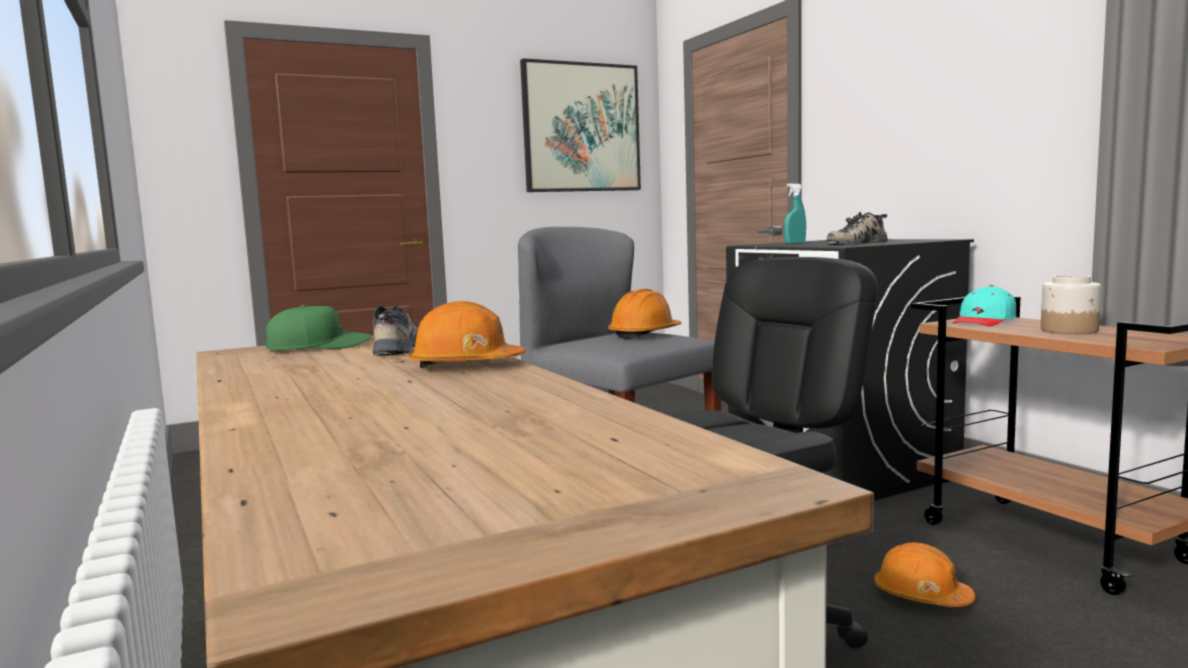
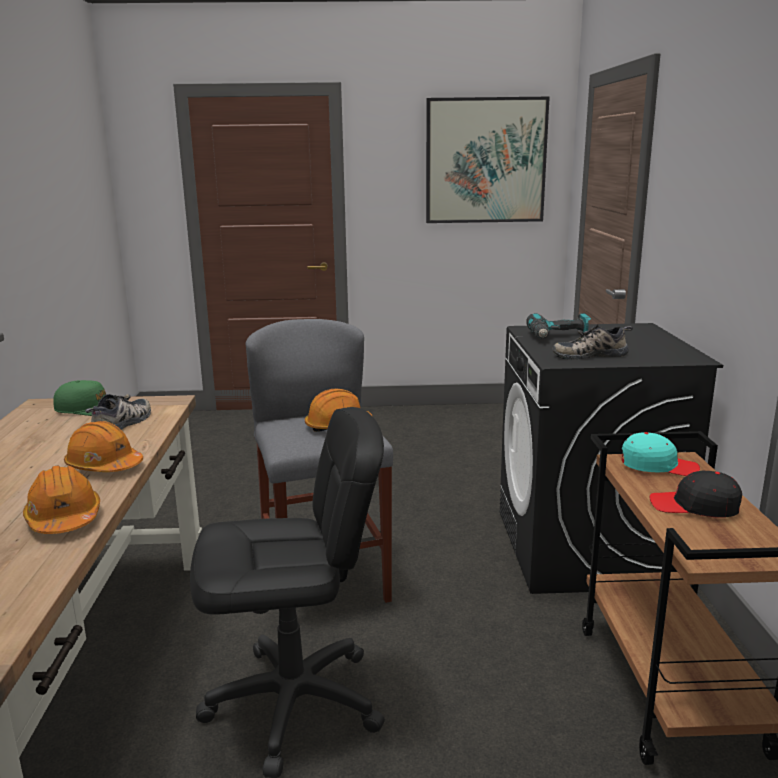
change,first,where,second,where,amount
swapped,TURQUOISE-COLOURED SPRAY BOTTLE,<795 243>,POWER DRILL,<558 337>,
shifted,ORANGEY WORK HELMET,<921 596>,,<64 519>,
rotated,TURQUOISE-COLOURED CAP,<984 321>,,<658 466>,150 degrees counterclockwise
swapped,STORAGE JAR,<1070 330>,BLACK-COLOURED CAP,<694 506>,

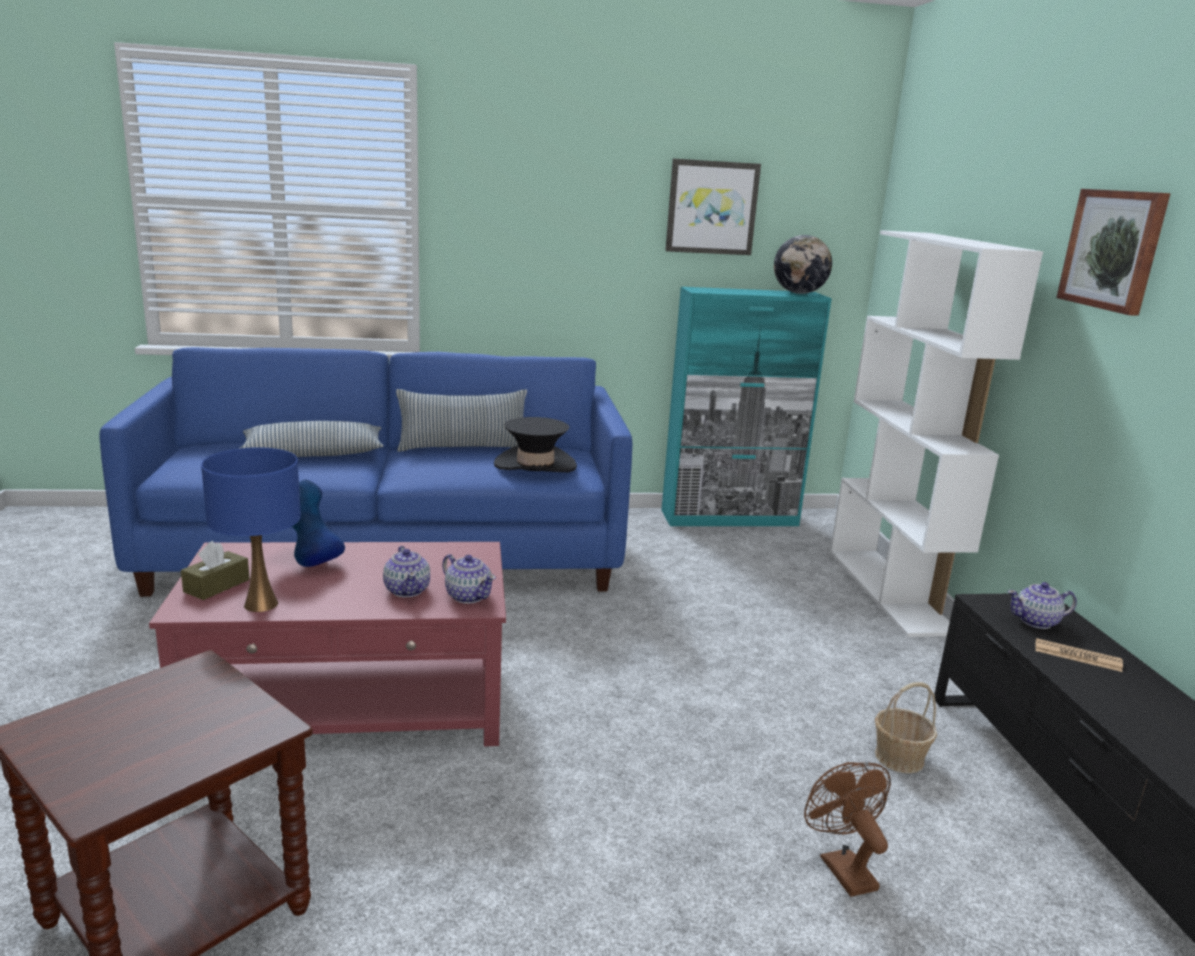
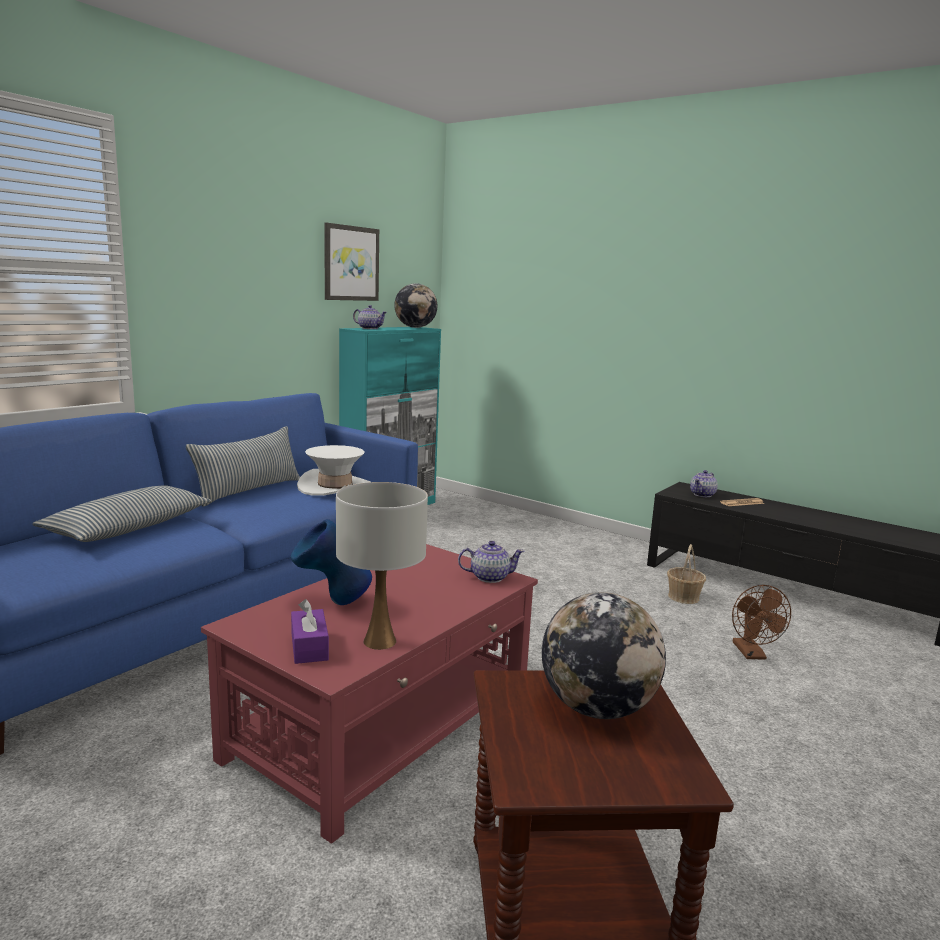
change,first,where,second,where,amount
repainted,BROWN-COLOURED TISSUE BOX,<217 586>,PURPLISH TISSUE BOX,<309 647>,
repainted,BLUE-COLOURED TABLETOP LAMP,<261 604>,WHITE-COLOURED TABLETOP LAMP,<380 641>,
shifted,TEAPOT,<407 590>,,<369 328>,
repainted,BLACK-COLOURED HAT,<535 465>,WHITE-COLOURED HAT,<335 487>,
rotated,BROWN-COLOURED ELECTRIC FAN,<842 867>,,<752 654>,120 degrees counterclockwise
gone,WHITE-COLOURED SHELVING UNIT,<890 590>,,,
gone,PICTURE,<1113 250>,,,
new,,,GLOBE,<597 708>,

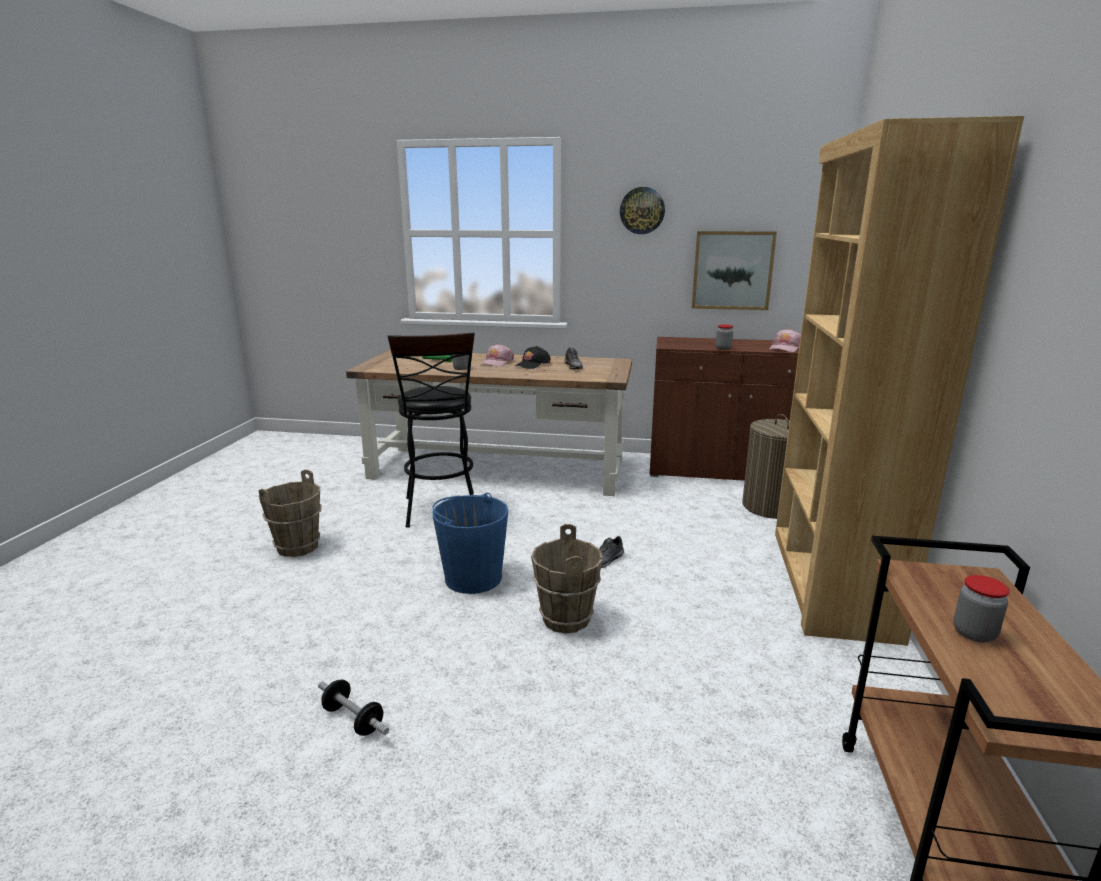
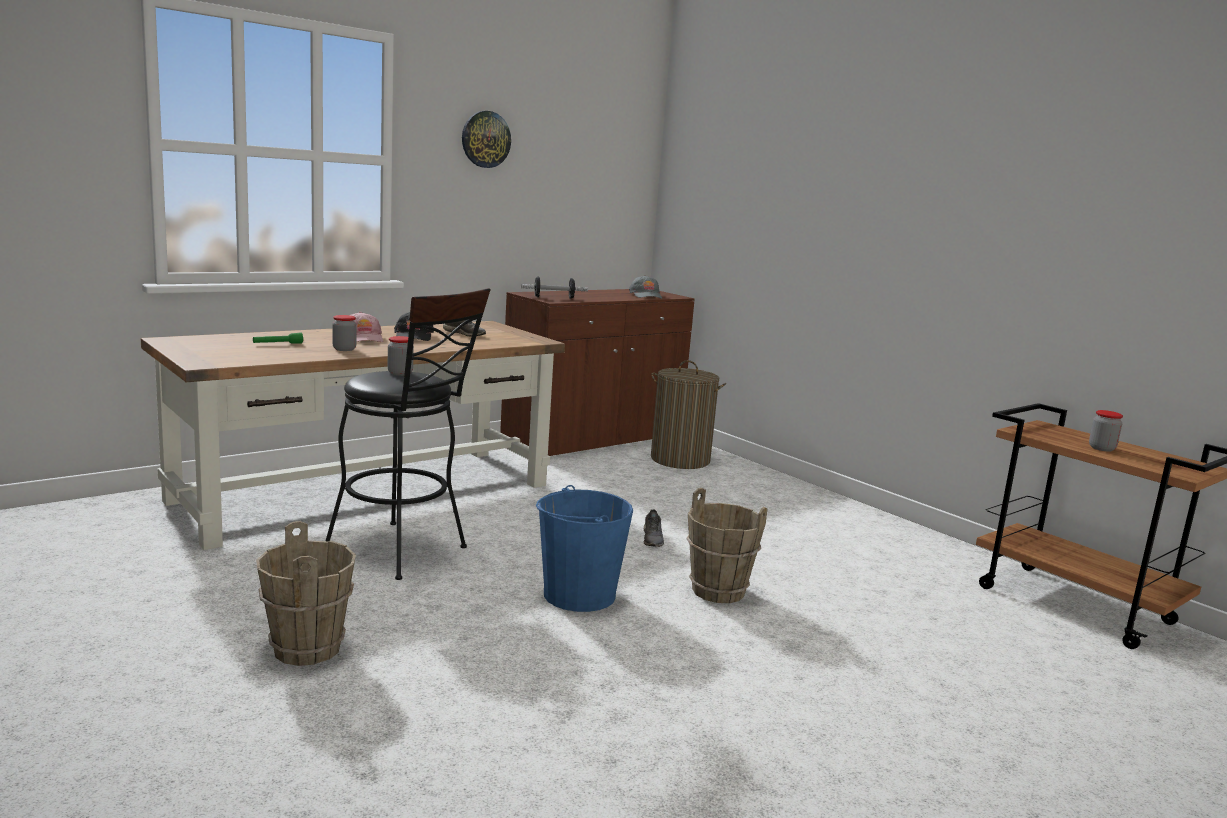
change,first,where,second,where,amount
shifted,HAND WEIGHT,<353 719>,,<554 298>,
gone,PICTURE,<732 270>,,,
shifted,STORAGE JAR,<723 348>,,<400 373>,
repainted,PINK-COLOURED CAP,<785 348>,GRAY CAP,<646 295>,
gone,BROWN-COLOURED SHELVING UNIT,<830 582>,,,

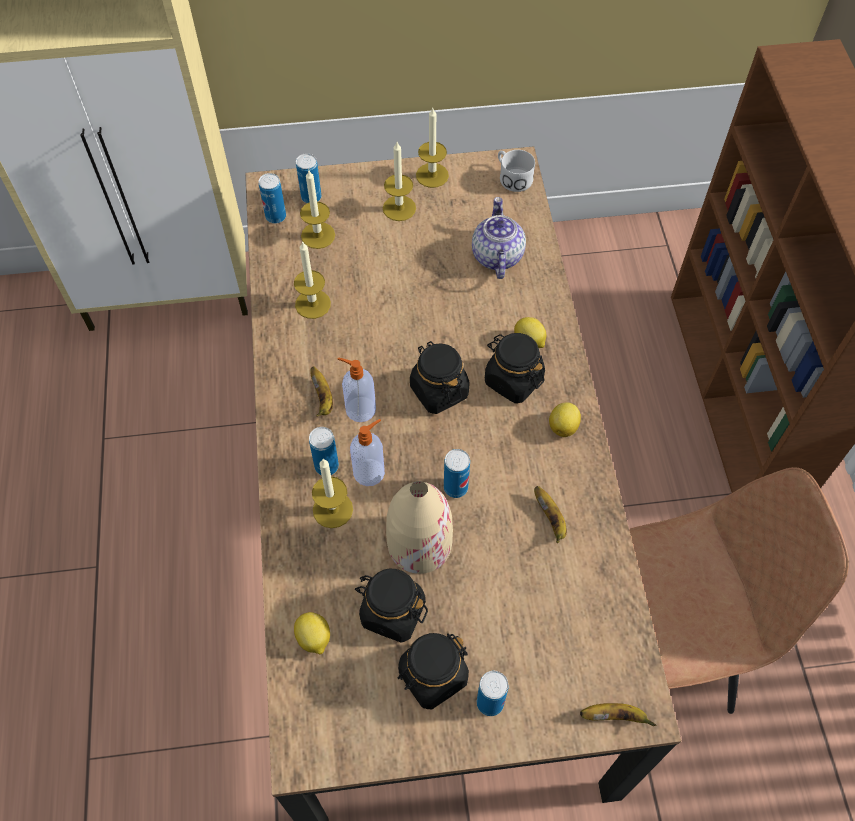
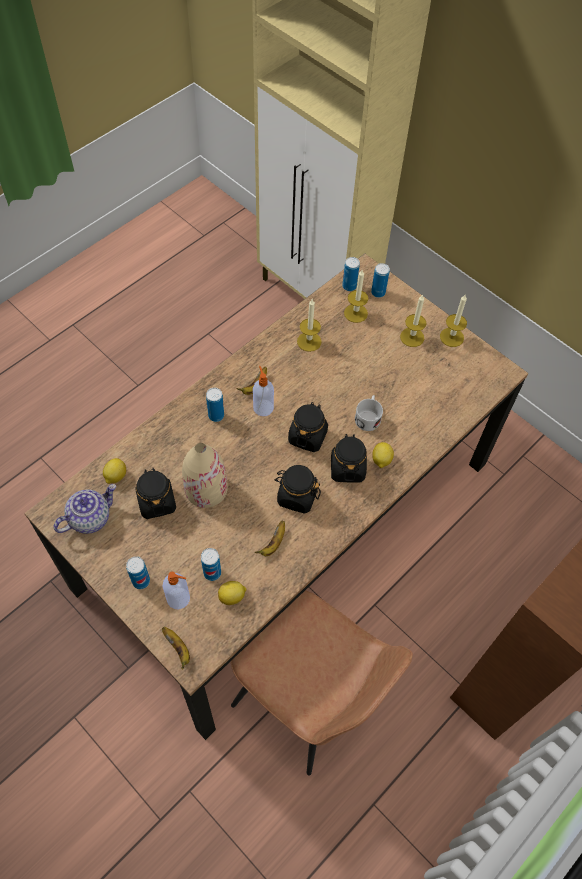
change,first,where,second,where,amount
gone,WAX LIGHT,<332 509>,,,
shifted,SOAP DISPENSER,<370 471>,,<179 598>,
shifted,BLACK-COLOURED STORAGE JAR,<432 676>,,<297 496>,
shifted,METAL CAN,<455 487>,,<212 573>,
shifted,TEAPOT,<496 256>,,<90 517>,
shifted,WHITE-COLOURED MUG,<512 177>,,<368 417>,
shifted,WHOLE LEMON,<563 426>,,<232 597>,

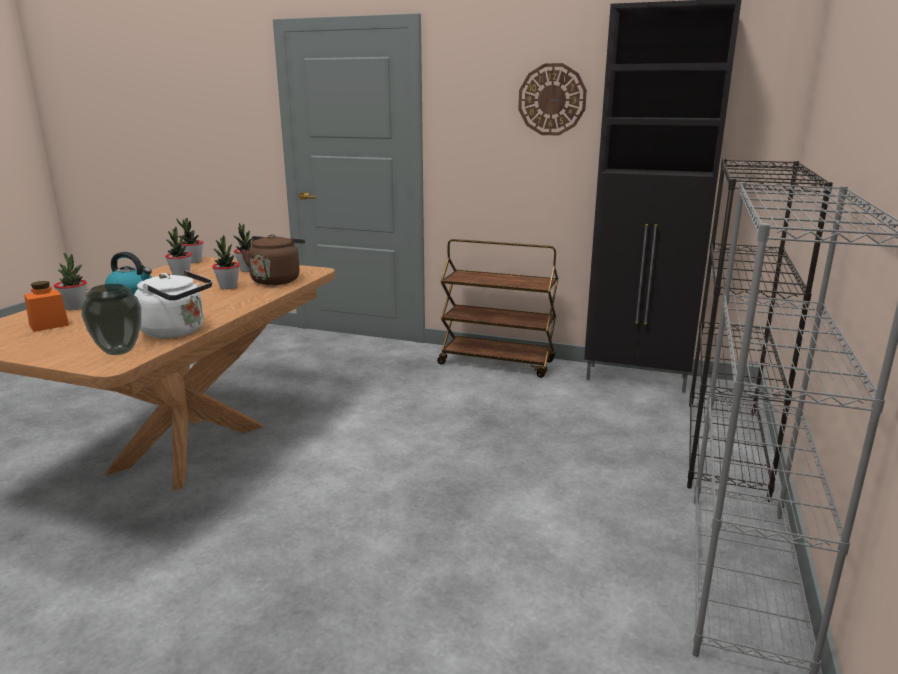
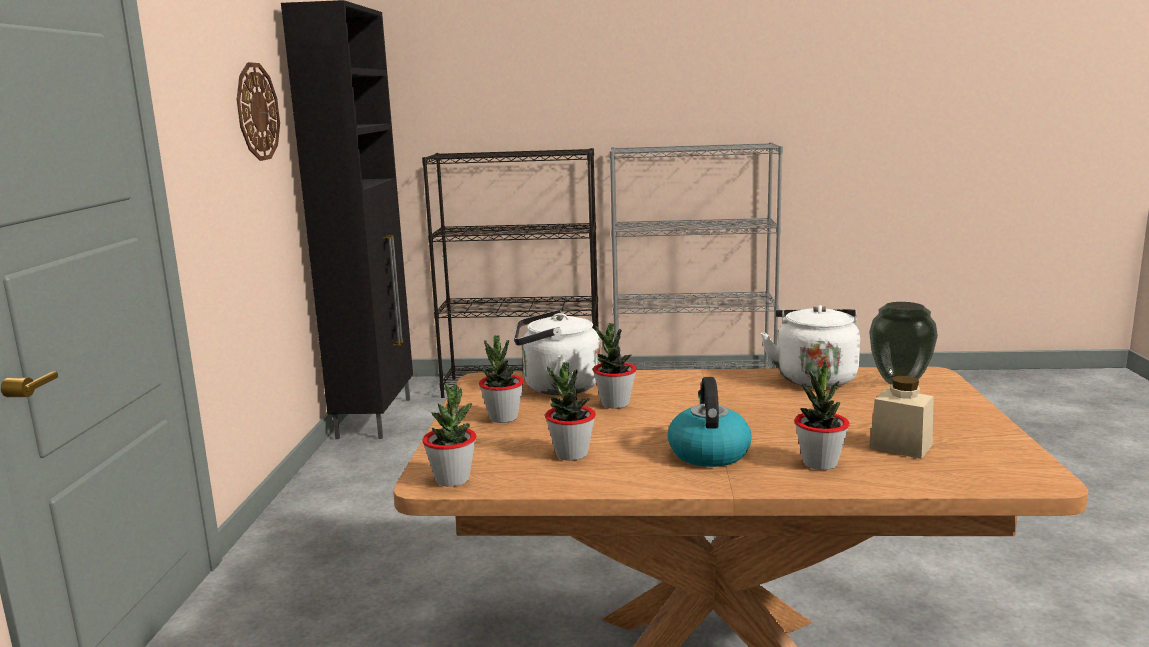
change,first,where,second,where,amount
repainted,ORANGEY STORAGE JAR,<49 325>,BEIGE-COLOURED STORAGE JAR,<900 446>,
repainted,BROWN-COLOURED TEA KETTLE,<276 280>,WHITE-COLOURED TEA KETTLE,<556 387>,
gone,BROWN-COLOURED TROLLEY,<497 363>,,,

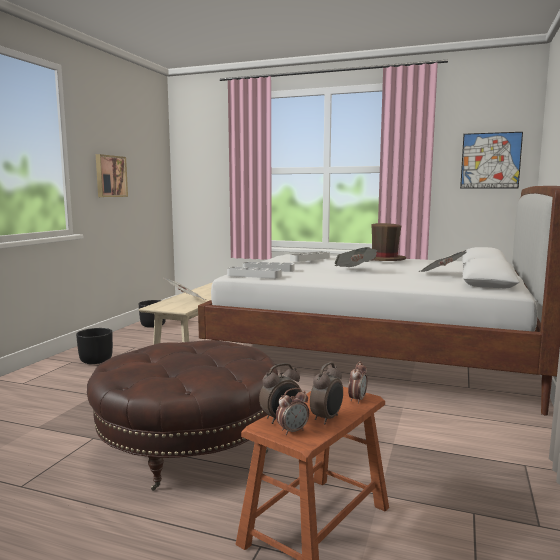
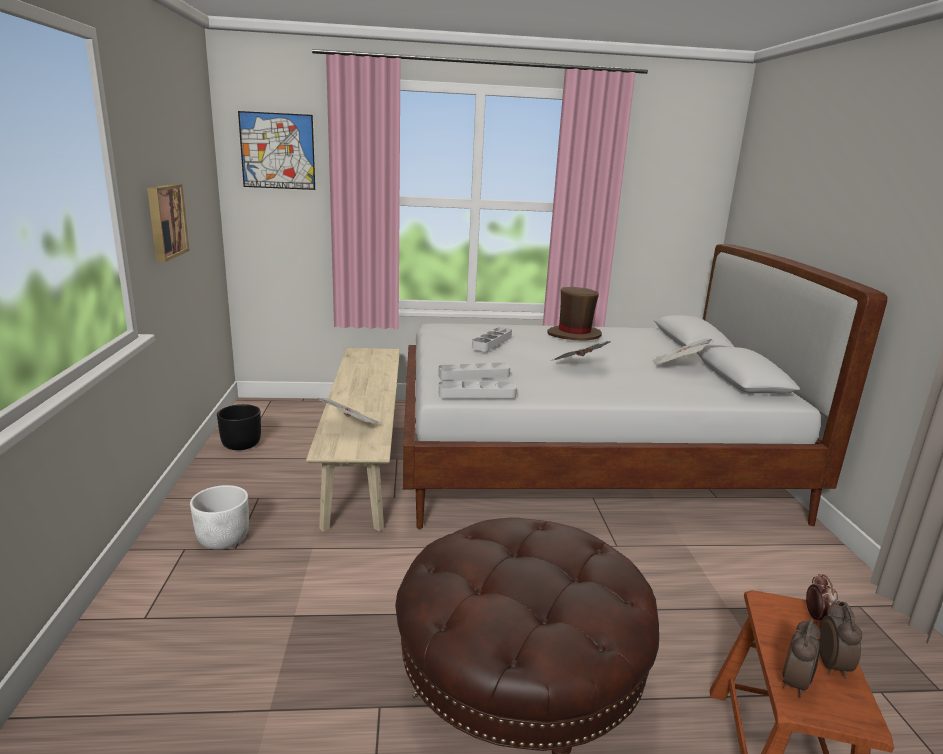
change,first,where,second,where,amount
repainted,BLACK-COLOURED PLANT POT,<96 360>,WHITE-COLOURED PLANT POT,<223 539>,
gone,TABLE CLOCK,<292 431>,,,
shifted,PICTURE,<490 160>,,<277 151>,

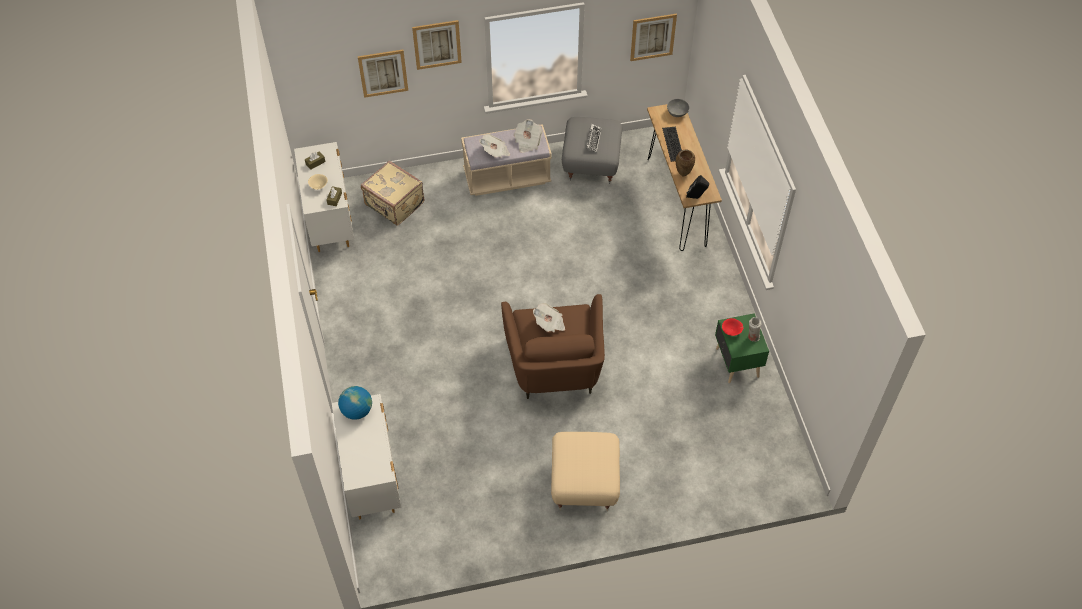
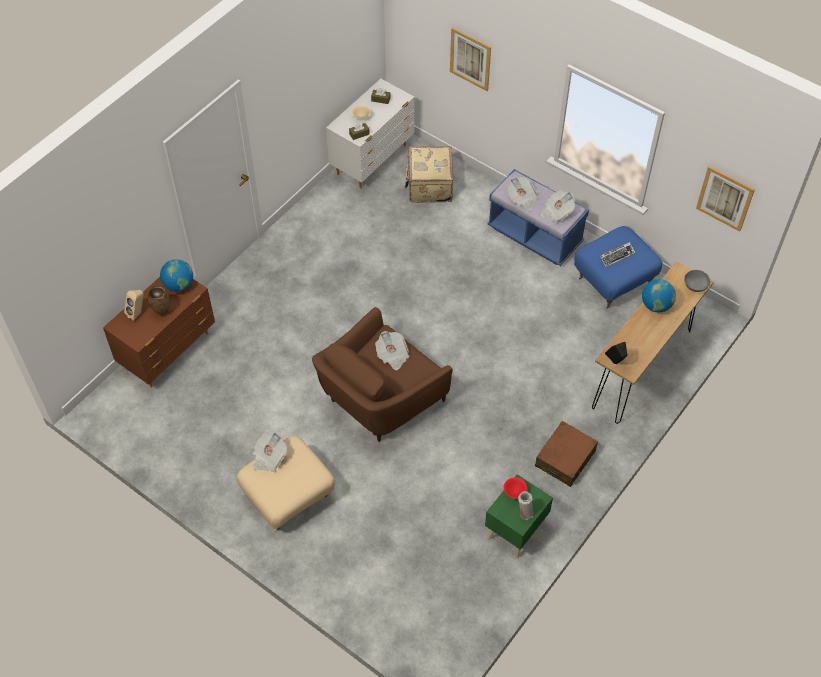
change,first,where,second,where,amount
repainted,WHITE-COLOURED DRAWER CHEST,<372 477>,BROWN-COLOURED DRAWER CHEST,<169 351>,
gone,PICTURE,<437 44>,,,
repainted,BEIGE-COLOURED LONG SEAT,<507 177>,BLUE-COLOURED LONG SEAT,<534 236>,
repainted,GRAY POUFFE,<591 163>,BLUE-COLOURED POUFFE,<614 281>,
swapped,KEYBOARD,<672 143>,GLOBE,<656 305>,
shifted,BROWN-COLOURED DECORATIVE VASE,<683 174>,,<162 312>,
new,,,BEIGE-COLOURED AUDIO SPEAKER,<137 313>,
new,,,NEWSPAPER,<269 457>,
new,,,BROWN-COLOURED SUITCASE,<565 458>,

